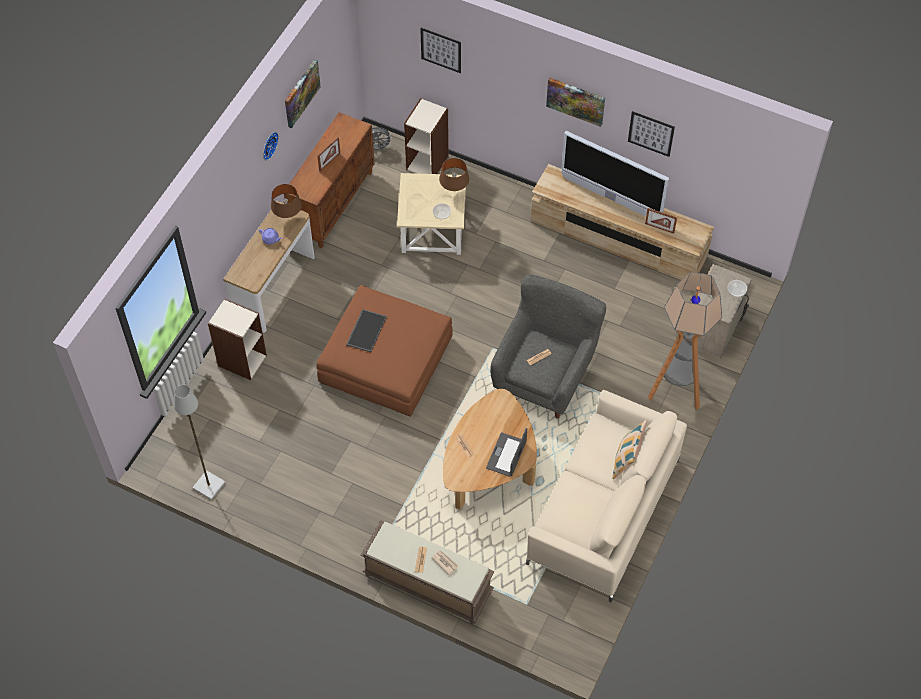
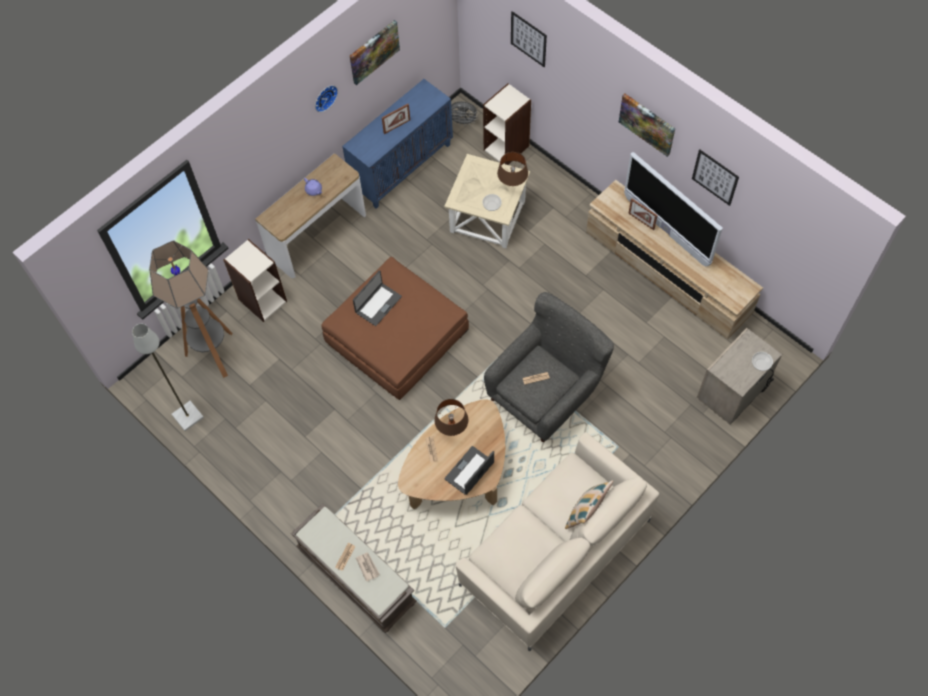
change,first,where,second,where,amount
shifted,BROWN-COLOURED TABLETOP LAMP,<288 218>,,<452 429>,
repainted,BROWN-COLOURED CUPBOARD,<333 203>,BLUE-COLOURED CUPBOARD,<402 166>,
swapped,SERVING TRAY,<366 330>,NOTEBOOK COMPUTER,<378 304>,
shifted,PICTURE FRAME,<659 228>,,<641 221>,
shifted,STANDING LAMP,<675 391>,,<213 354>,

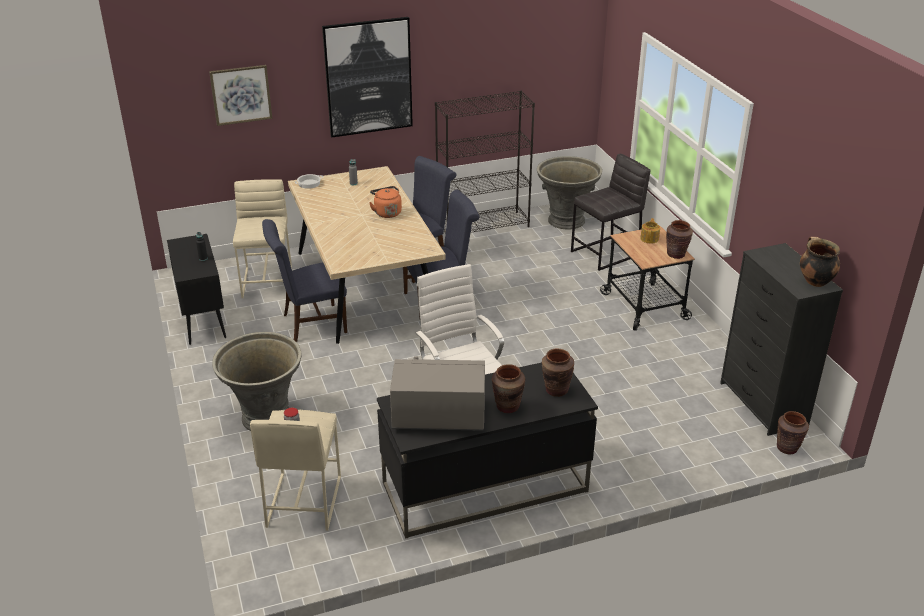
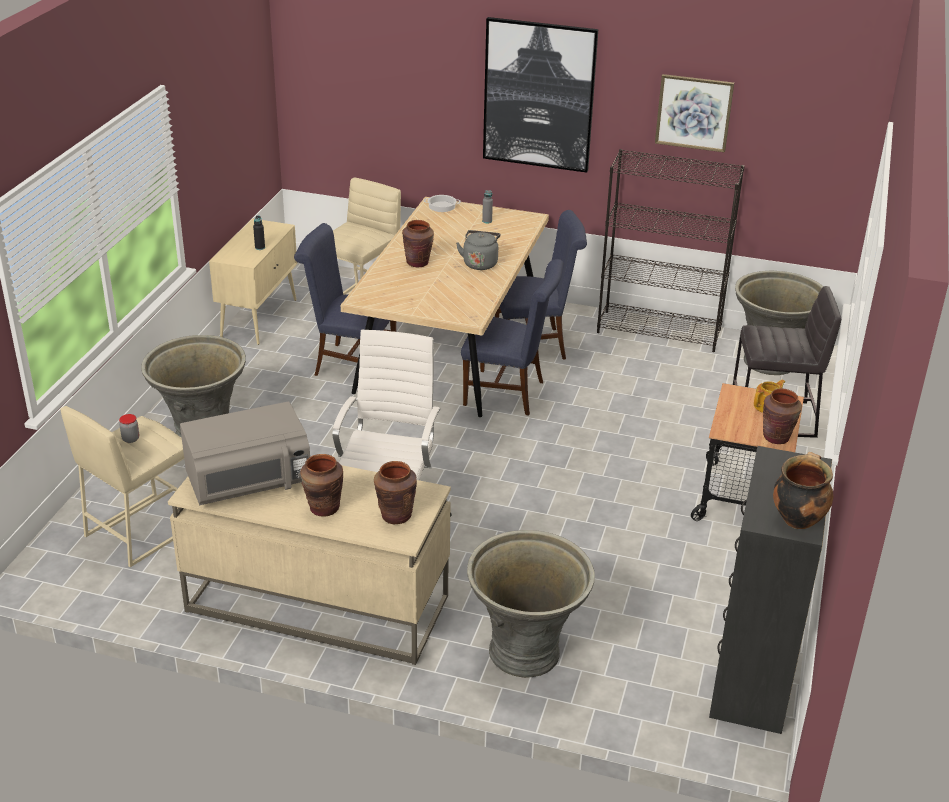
change,first,where,second,where,amount
repainted,BLACK-COLOURED CUPBOARD,<202 319>,BEIGE-COLOURED CUPBOARD,<259 318>,
shifted,PICTURE,<241 94>,,<694 112>,
repainted,ORANGEY TEA KETTLE,<387 212>,GRAY TEA KETTLE,<480 263>,
repainted,BLACK-COLOURED DESK,<484 488>,BEIGE-COLOURED DESK,<316 604>,
rotated,GRAY KITCHEN MICROWAVE,<439 414>,,<249 483>,120 degrees clockwise
shifted,BROWN-COLOURED DECORATIVE VASE,<787 448>,,<418 262>,
new,,,GRAY PLANT POT,<526 653>,

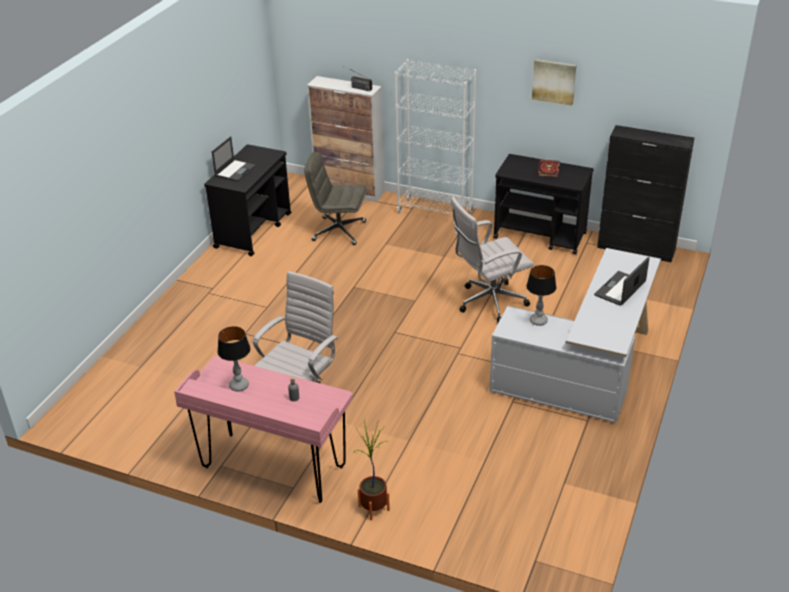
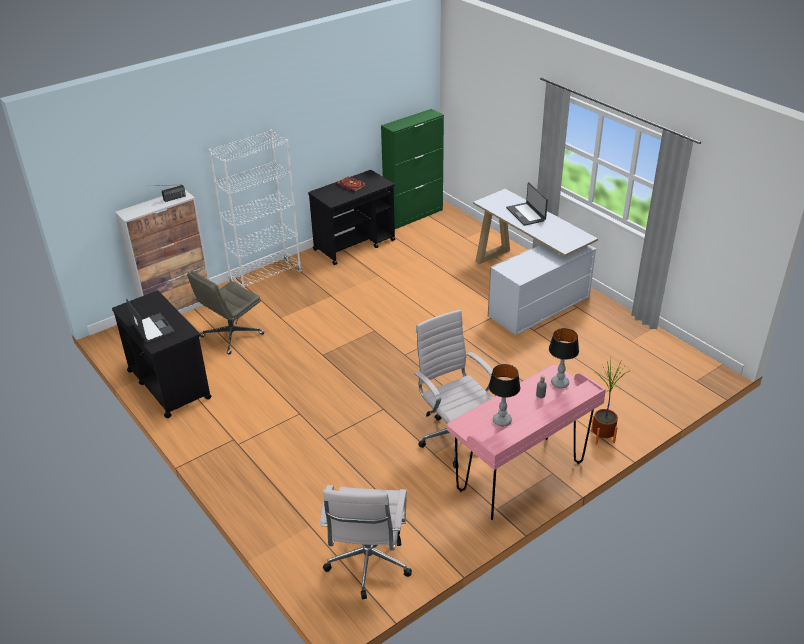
change,first,where,second,where,amount
shifted,WHITE-COLOURED DESK CHAIR,<488 303>,,<368 566>,
shifted,TABLETOP LAMP,<538 321>,,<560 383>,
gone,PICTURE,<554 81>,,,
repainted,BLACK-COLOURED CUPBOARD,<636 249>,GREEN-COLOURED CUPBOARD,<414 215>,

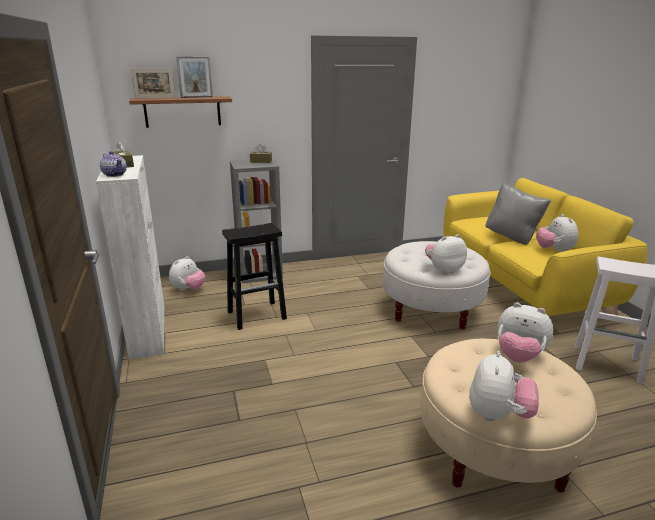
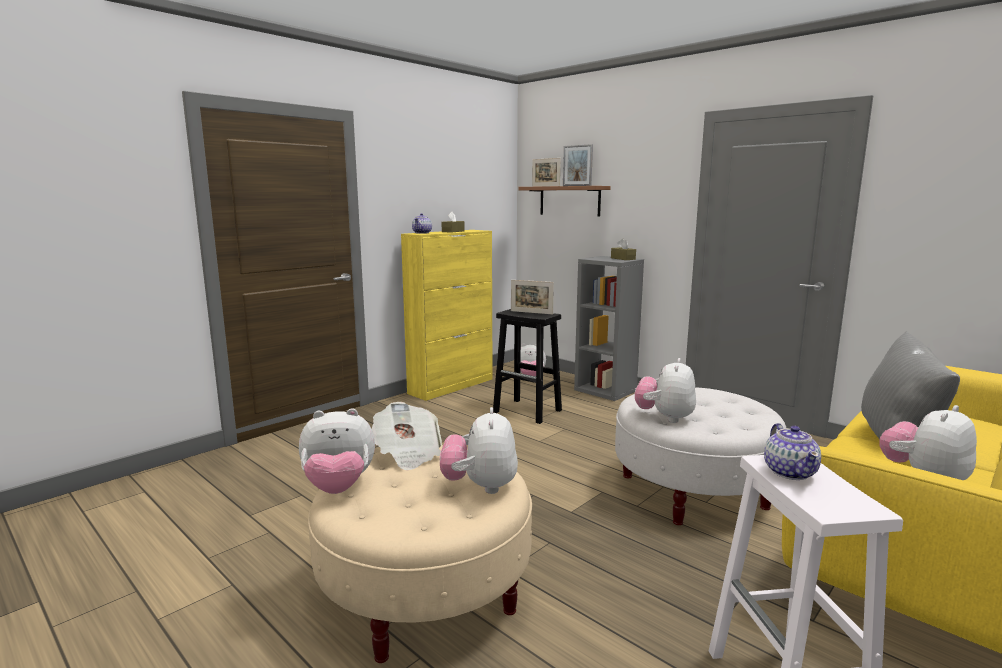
change,first,where,second,where,amount
repainted,WHITE-COLOURED CUPBOARD,<148 329>,YELLOW CUPBOARD,<452 386>,
rotated,CUDDLY TOY,<443 270>,,<665 417>,105 degrees counterclockwise
new,,,NEWSPAPER,<407 453>,
new,,,PICTURE FRAME,<531 312>,
new,,,TEAPOT,<790 472>,

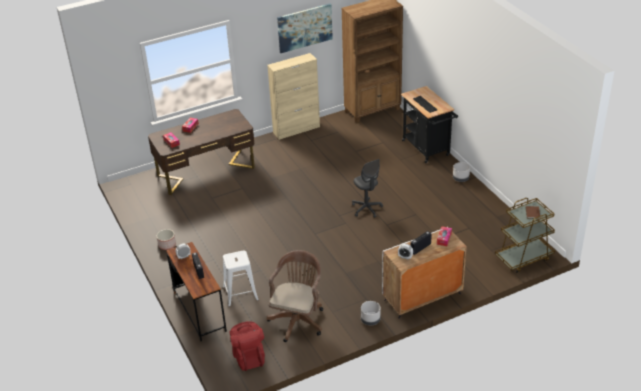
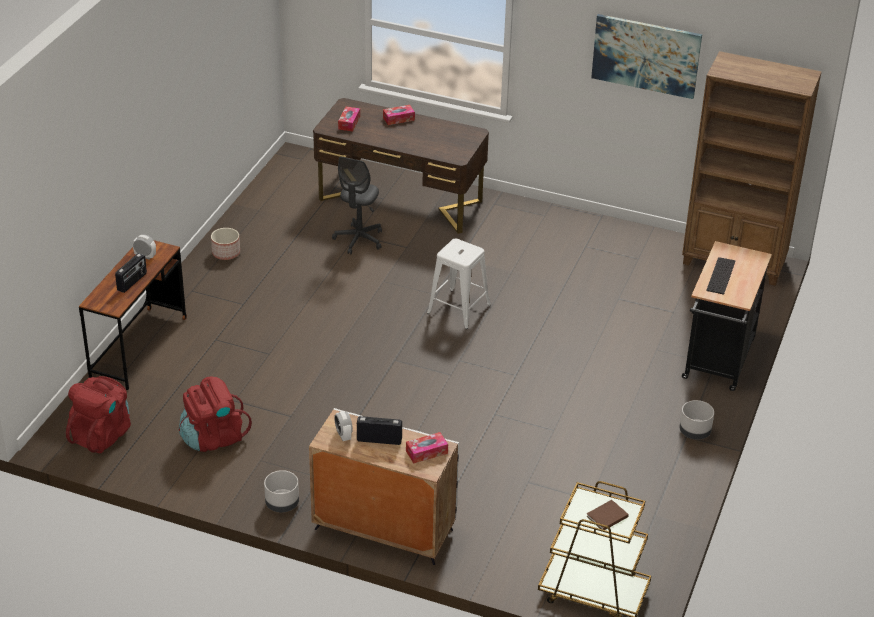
change,first,where,second,where,amount
shifted,WHITE-COLOURED SITTING STOOL,<240 293>,,<458 309>,
gone,BEIGE-COLOURED CUPBOARD,<296 129>,,,
swapped,BROWN-COLOURED DESK CHAIR,<298 319>,RED-COLOURED BACKPACK,<213 437>,
shifted,GRAY DESK CHAIR,<366 209>,,<359 240>,

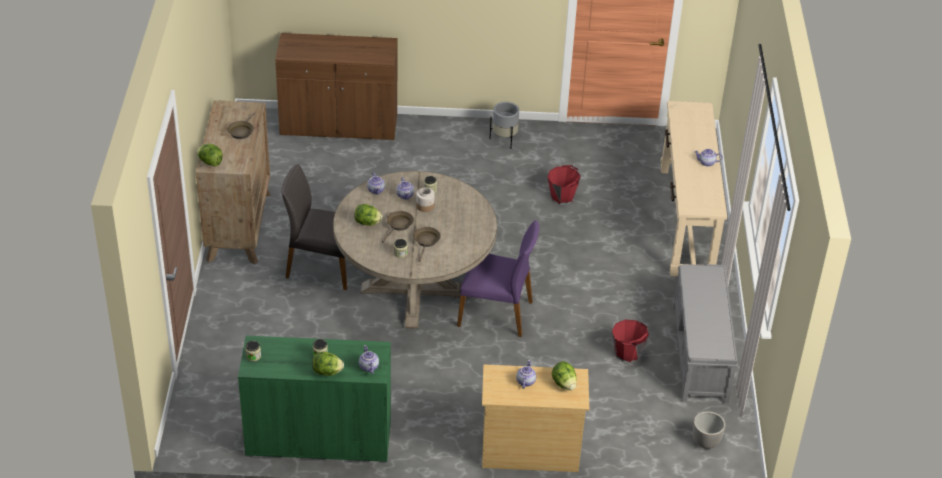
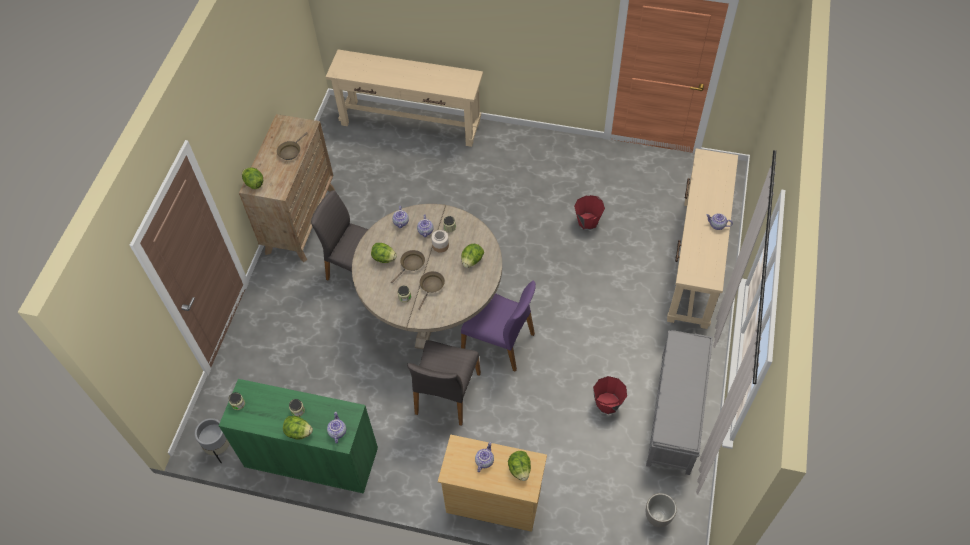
change,first,where,second,where,amount
swapped,BROWN-COLOURED CUPBOARD,<339 125>,BEIGE-COLOURED CONSOLE TABLE,<410 123>,
shifted,GRAY PLANT POT,<504 140>,,<219 448>,
new,,,GRAY UPRIGHT CHAIR,<446 394>,
new,,,HEAD OF LETTUCE,<472 261>,

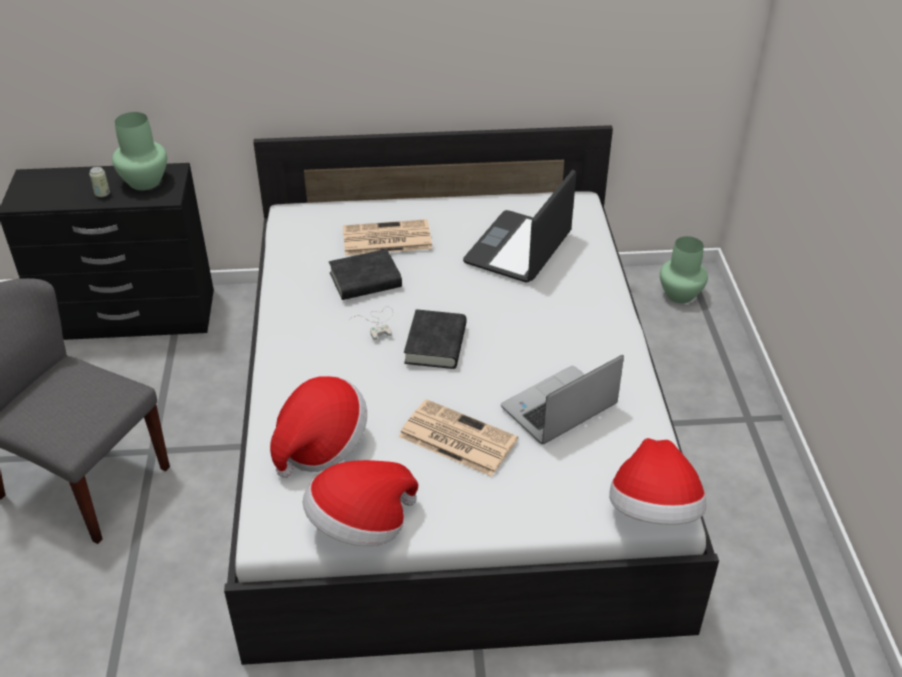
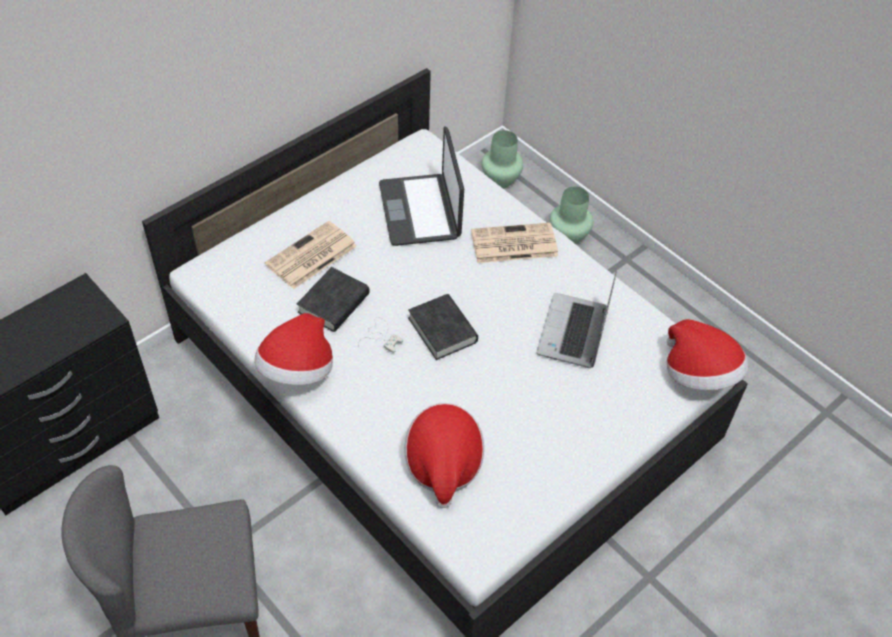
change,first,where,second,where,amount
gone,METAL CAN,<102 194>,,,
shifted,GREEN-COLOURED DECORATIVE VASE,<145 182>,,<569 236>,
shifted,HAT,<360 525>,,<297 370>,
shifted,NEWSPAPER,<456 438>,,<513 244>,

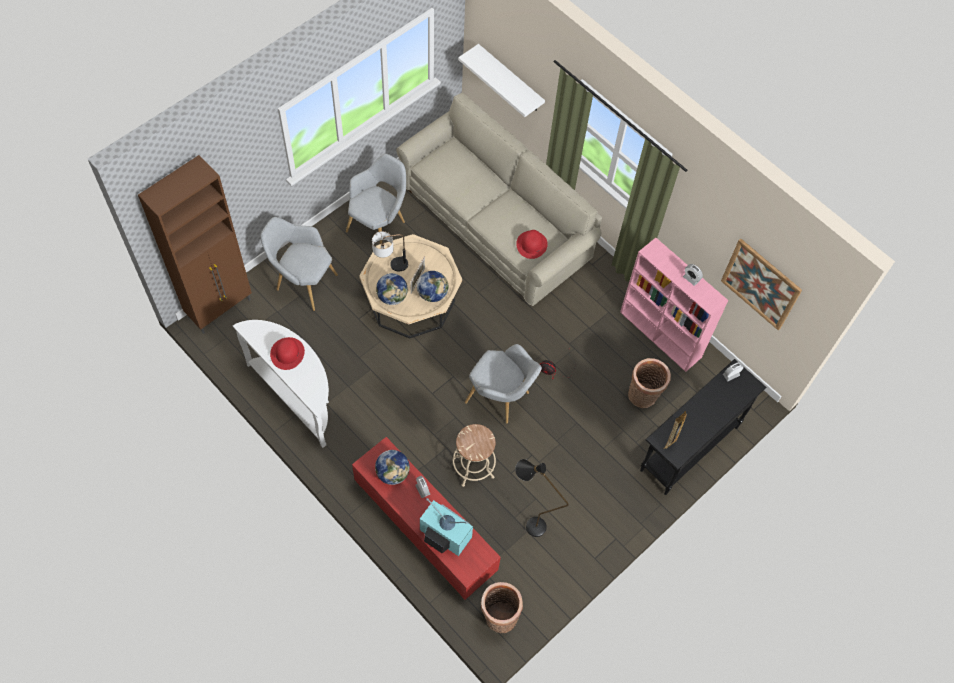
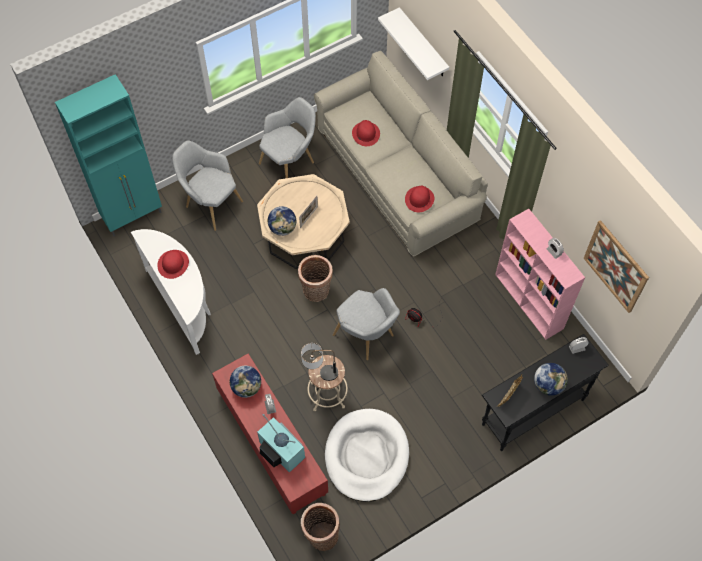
change,first,where,second,where,amount
repainted,BROWN-COLOURED CUPBOARD,<220 308>,TURQUOISE-COLOURED CUPBOARD,<133 216>,
shifted,TABLETOP LAMP,<390 266>,,<320 373>,
shifted,GLOBE,<432 294>,,<548 385>,
swapped,BLACK-COLOURED STANDING LAMP,<528 524>,WHITE-COLOURED DOG CUSHION,<366 456>,
shifted,BASKET,<643 397>,,<316 292>,
new,,,RED-COLOURED HAT,<365 133>,

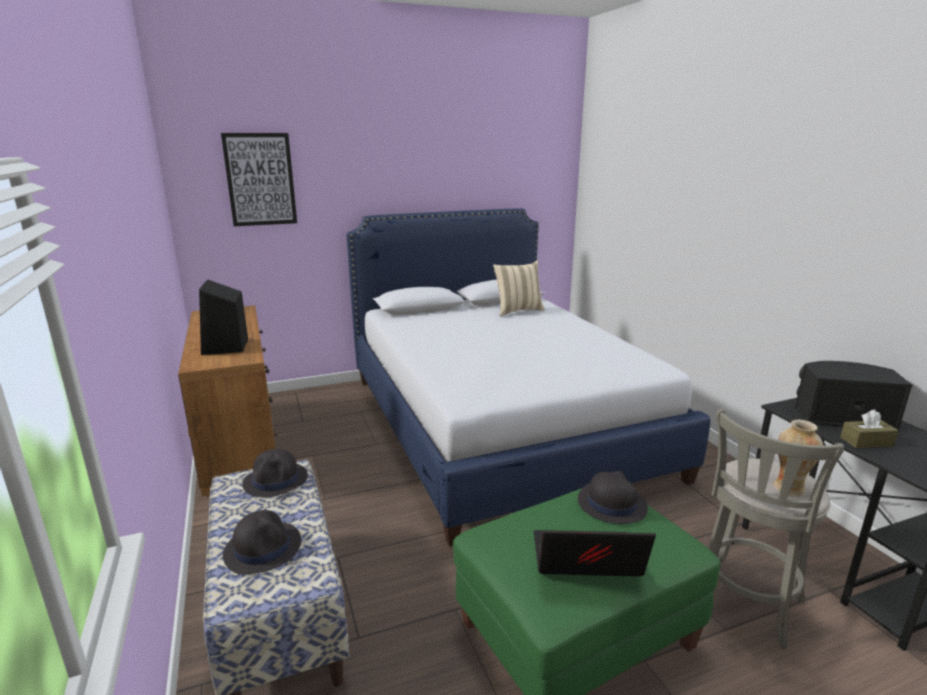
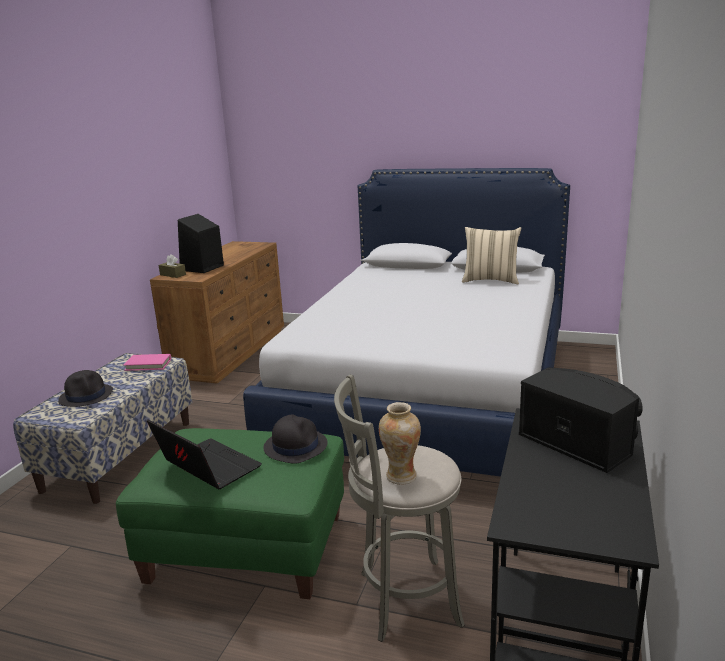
change,first,where,second,where,amount
gone,PICTURE,<260 180>,,,
swapped,BLACK-COLOURED HAT,<276 480>,PINK-COLOURED BOUND BOOK,<148 364>,
shifted,BROWN-COLOURED TISSUE BOX,<866 441>,,<173 275>,

